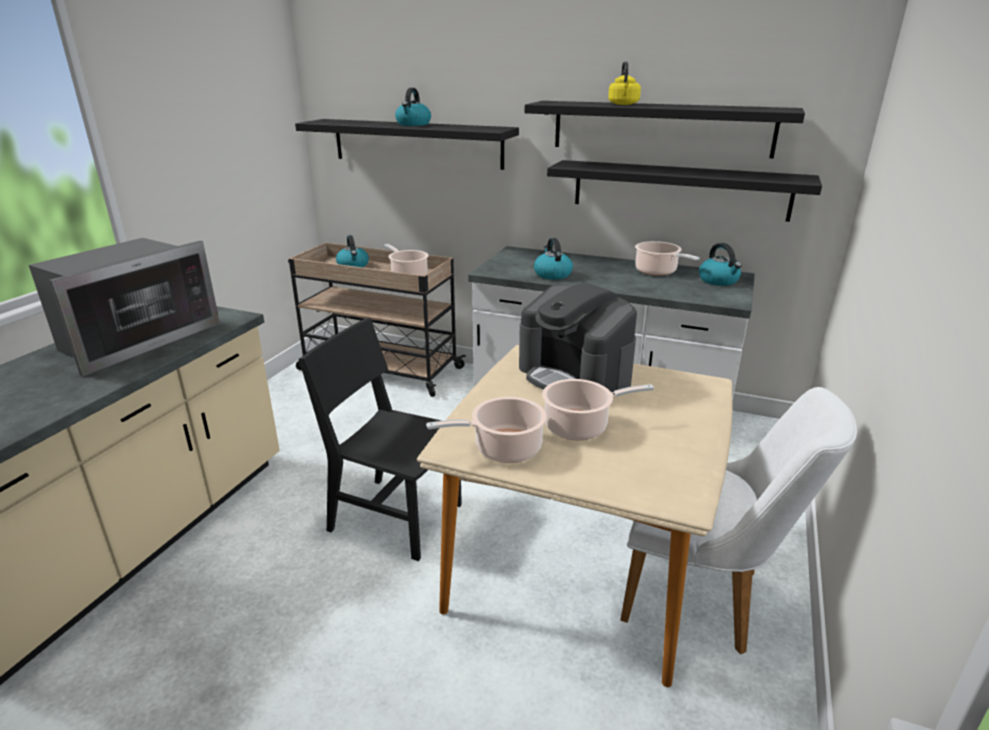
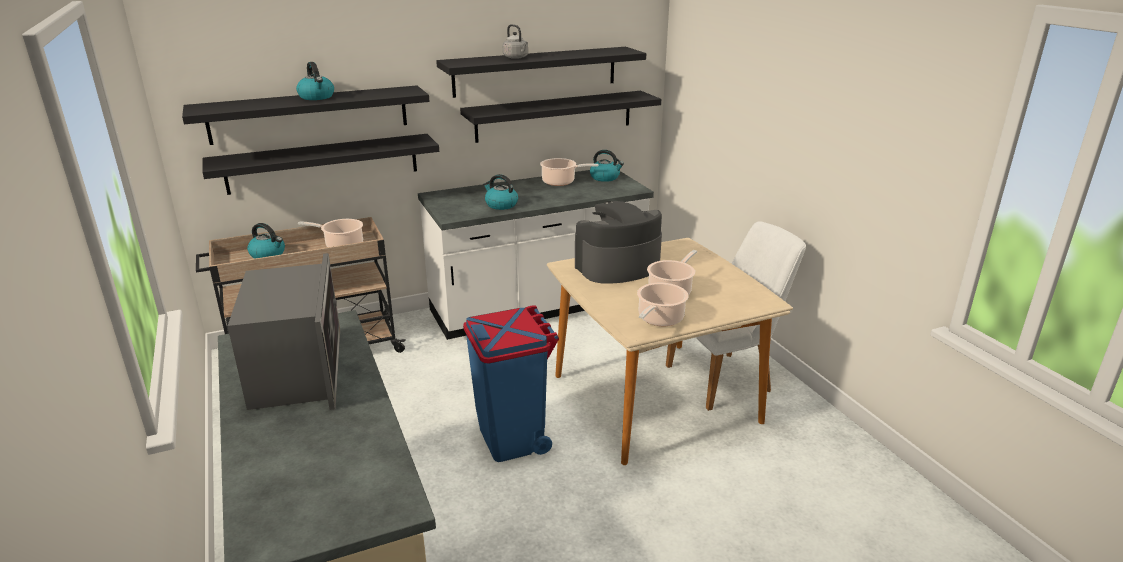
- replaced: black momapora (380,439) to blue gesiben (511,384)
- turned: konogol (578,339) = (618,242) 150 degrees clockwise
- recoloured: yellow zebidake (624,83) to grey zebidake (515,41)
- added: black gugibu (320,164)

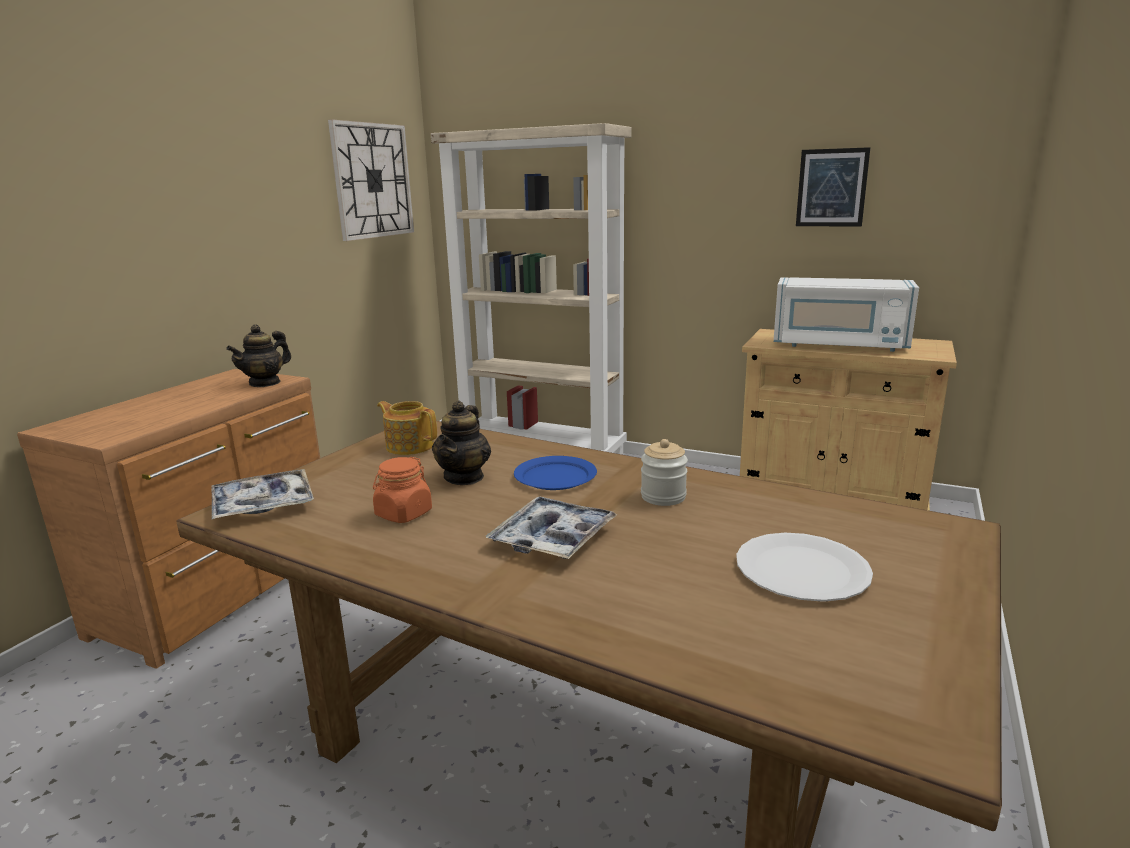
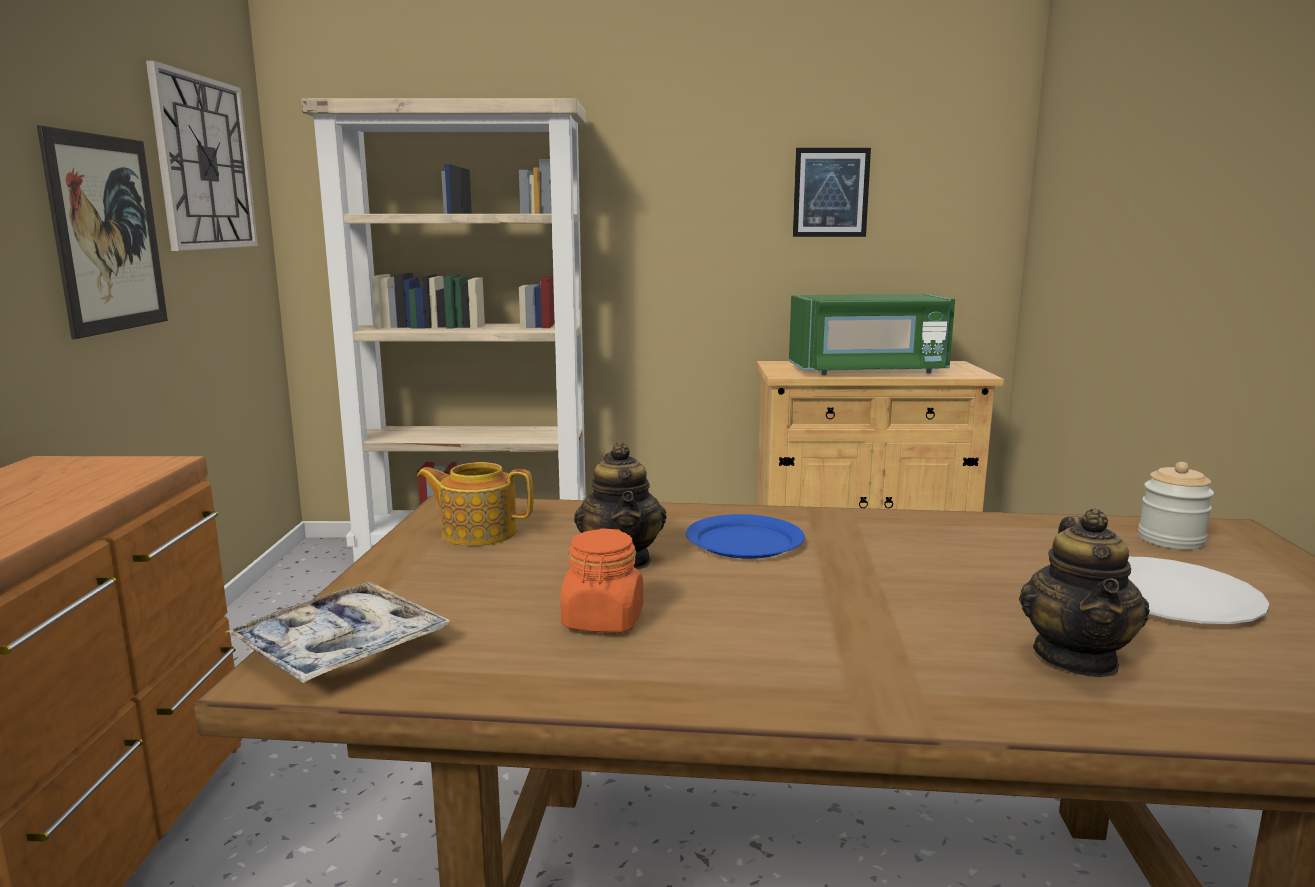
- moved: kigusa (258,355) to (1084,592)
- removed: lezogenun (552,528)
- moved: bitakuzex (664,472) to (1176,506)
- recoloured: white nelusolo (846,314) to green nelusolo (872,334)
- added: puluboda (102,232)

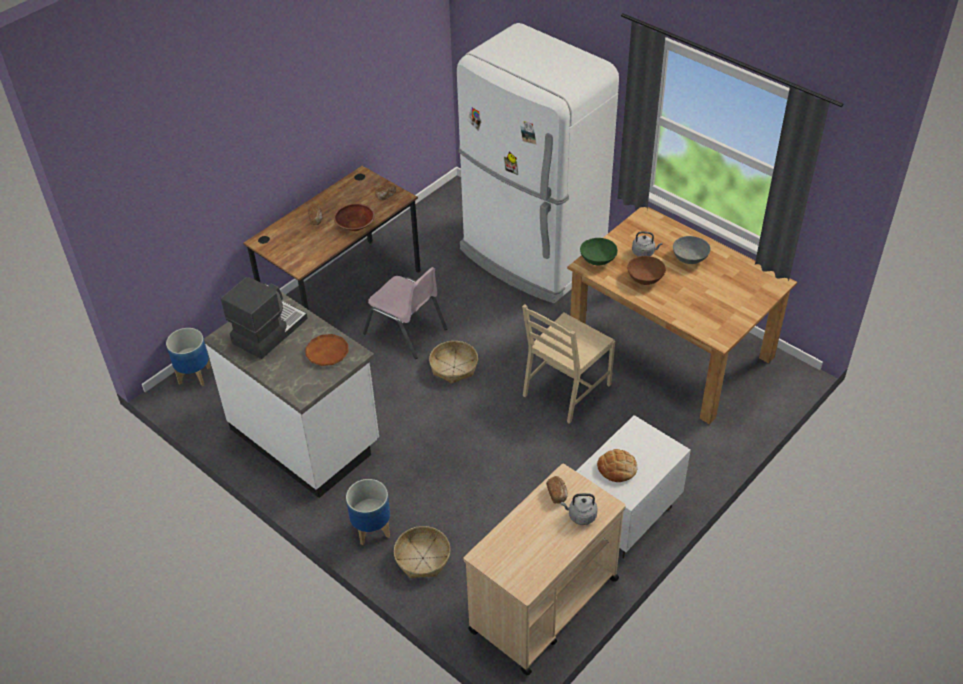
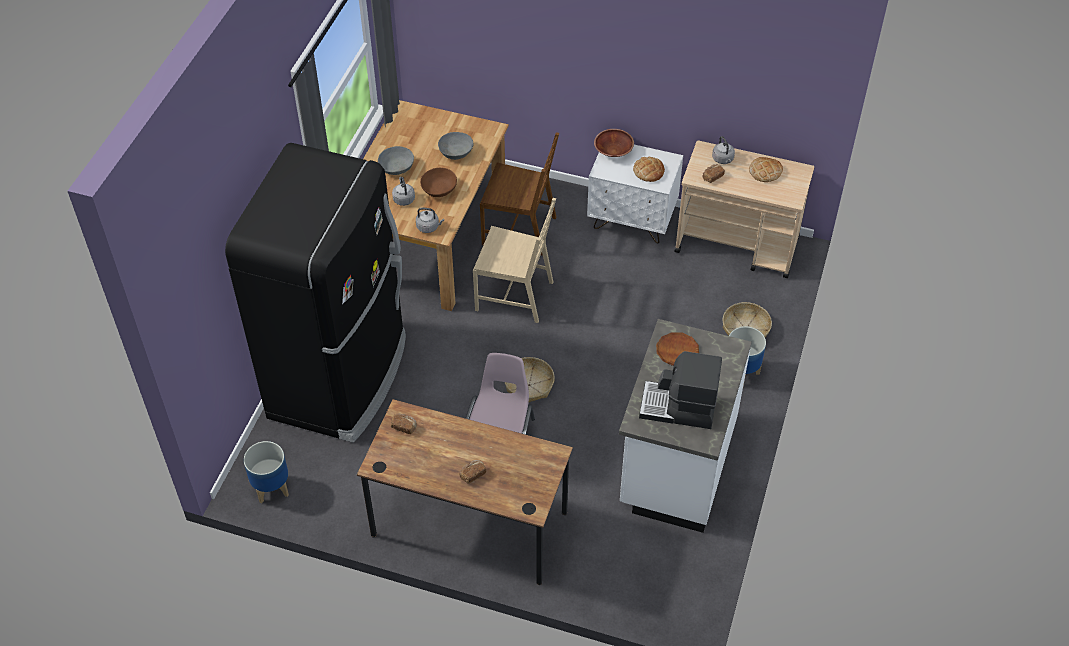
- moved: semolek (188,357) to (266,472)
- moved: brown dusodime (354,217) to (614,143)
- recoloured: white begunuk (538,163) to black begunuk (315,293)
- replaced: green dusodime (599,252) to grey zebidake (430,220)
- added: grey dusodime (455,146)
- added: brown momapora (519,194)
- added: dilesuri (766,169)

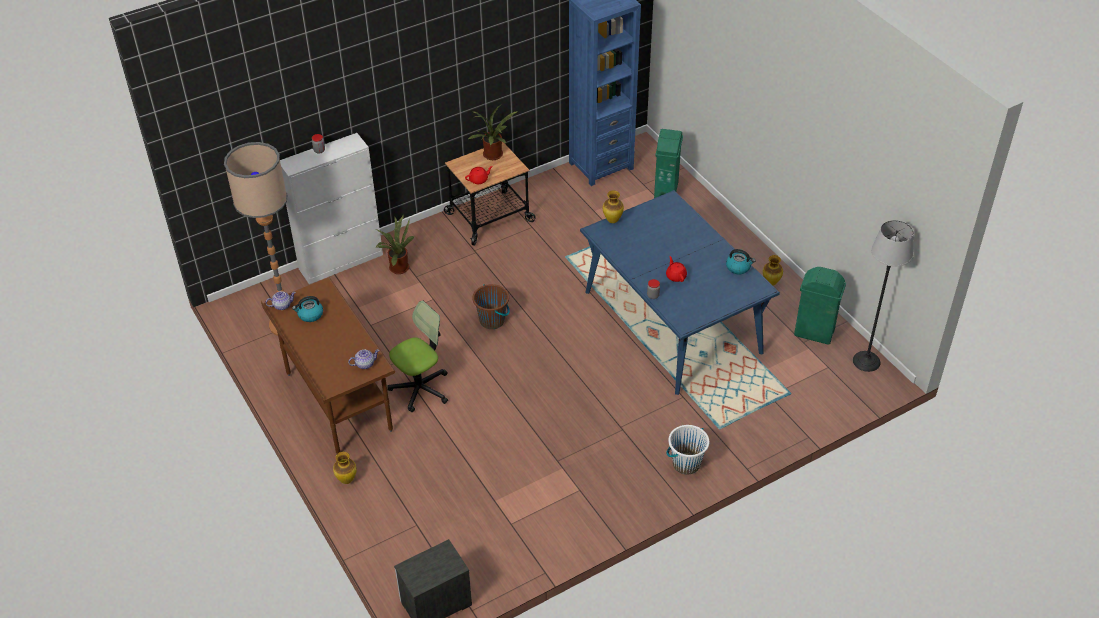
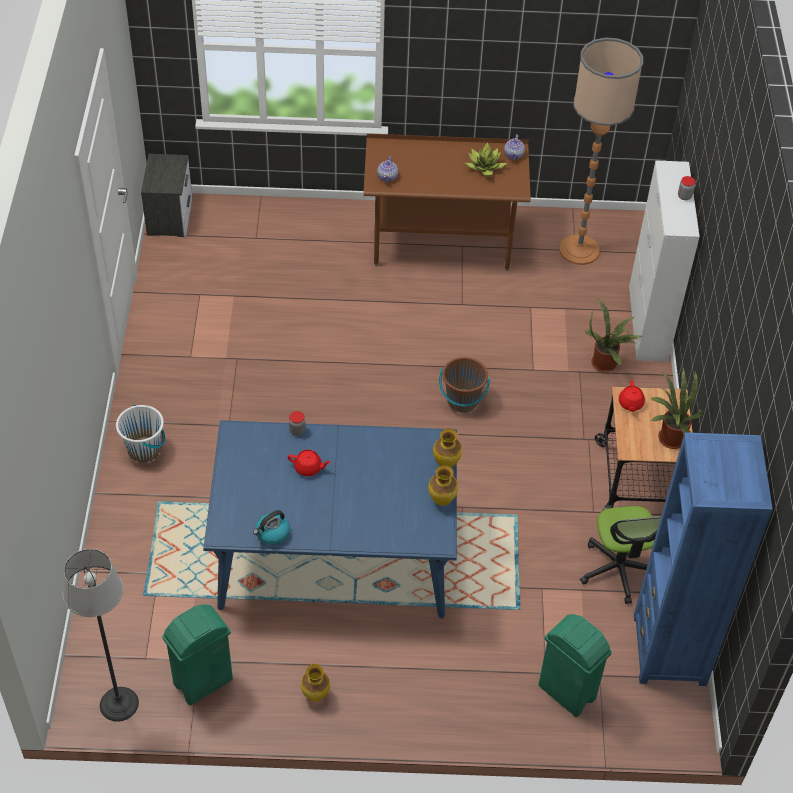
- replaced: zebidake (307,309) to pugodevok (486,159)
- moved: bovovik (345,468) to (443,485)
- moved: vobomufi (417,356) to (620,555)

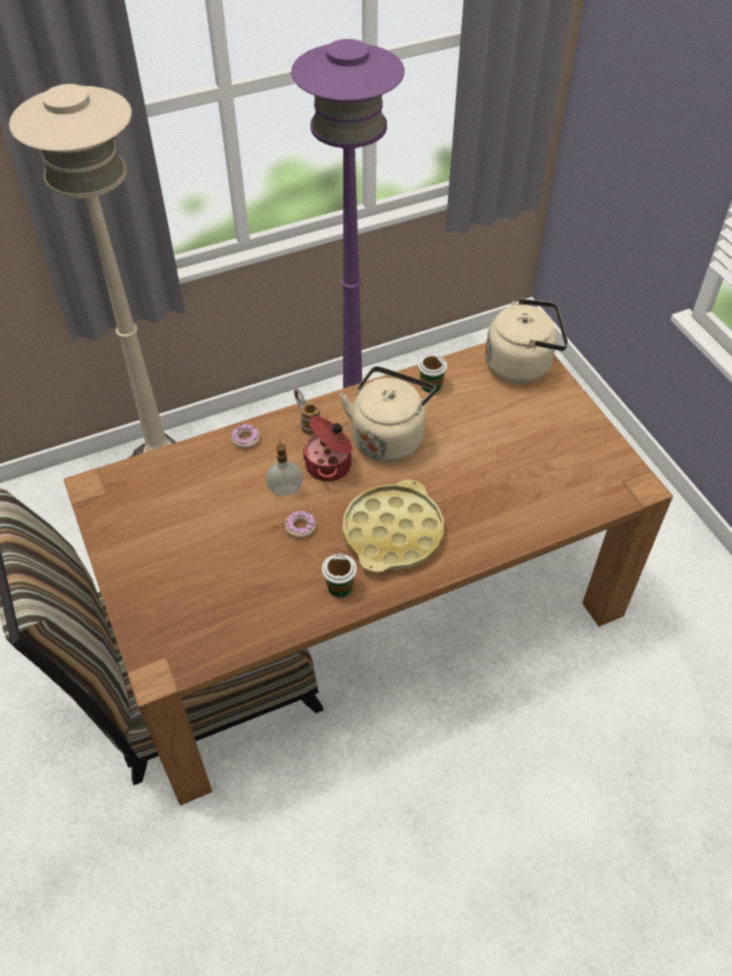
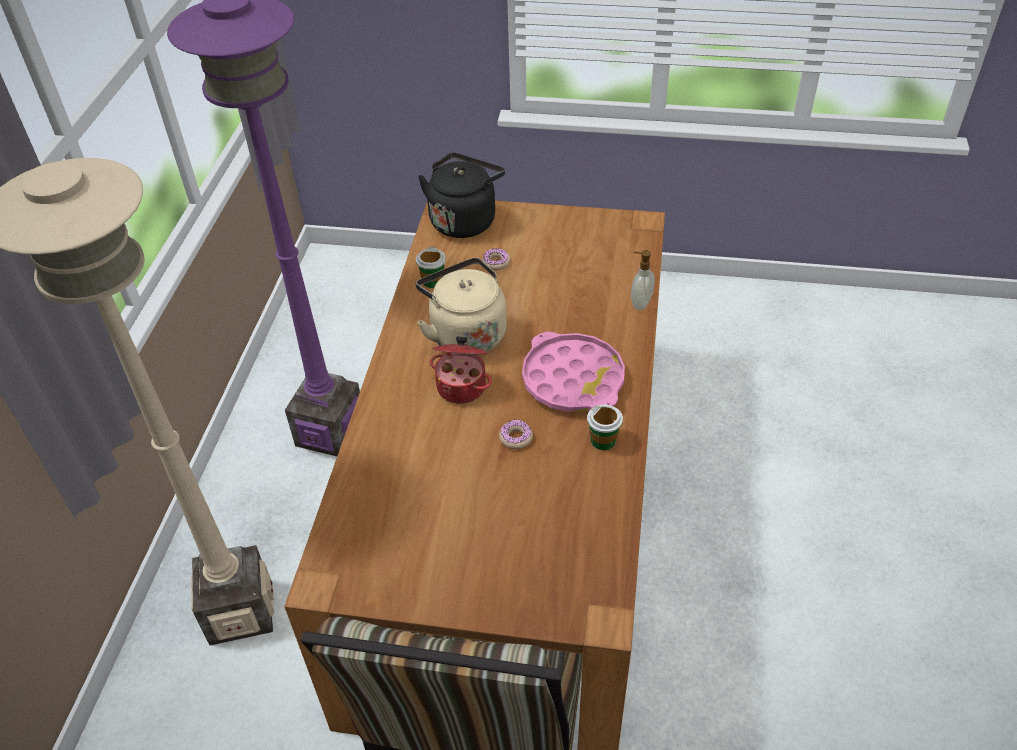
- moved: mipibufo (245,436) to (496,259)
- moved: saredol (284,467) to (643,280)
- removed: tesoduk (307,411)
- recoloured: yellow lezogenun (393,526) to pink lezogenun (573,372)
- recoloured: beige zebidake (526,341) to black zebidake (461,195)

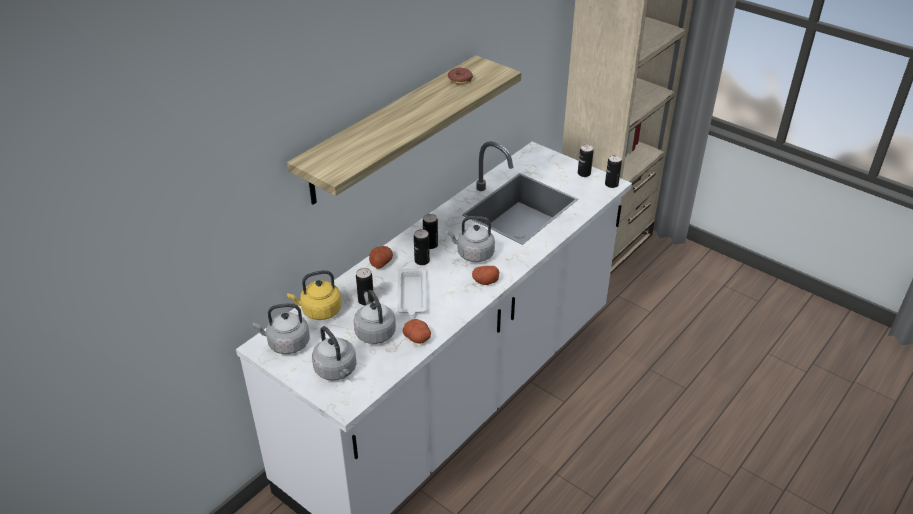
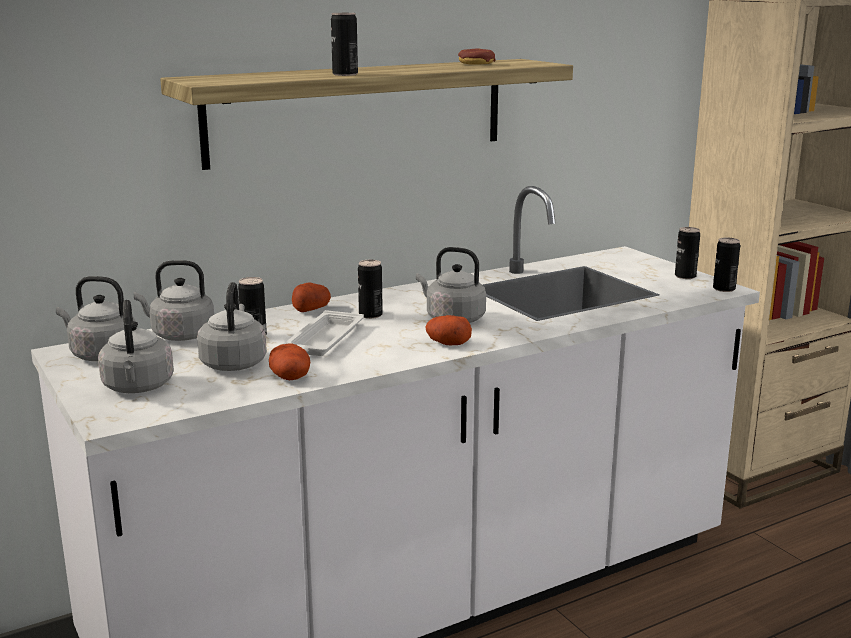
- recoloured: yellow zebidake (314,295) to grey zebidake (174,300)
- moved: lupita (430,231) to (344,44)

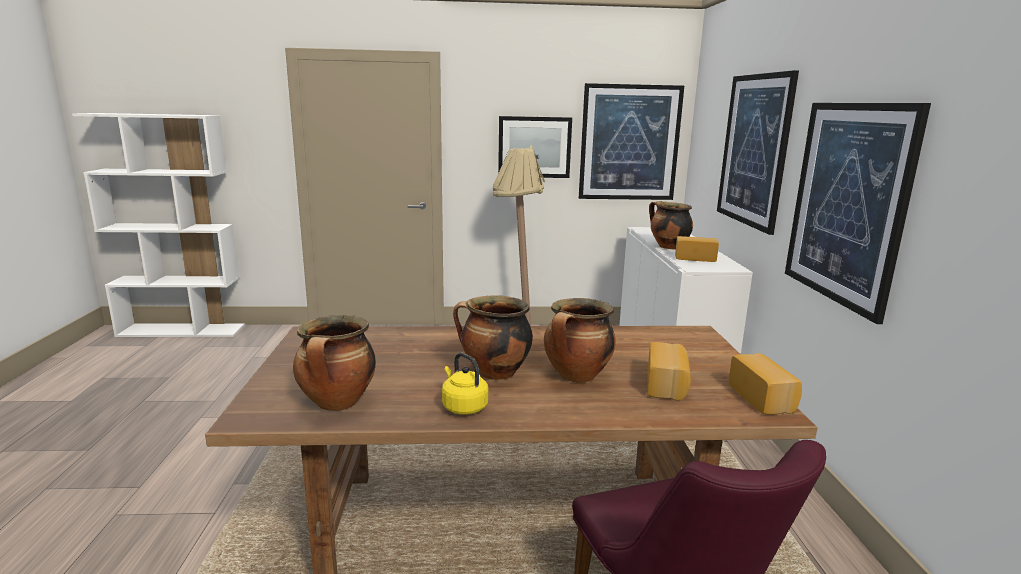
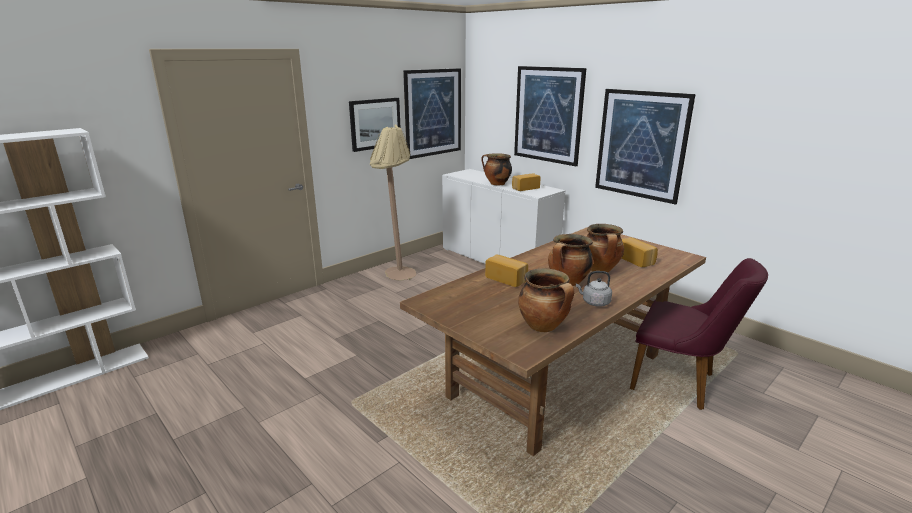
- recoloured: yellow zebidake (465,384) to grey zebidake (594,289)
- moved: dilesuri (765,384) to (506,271)

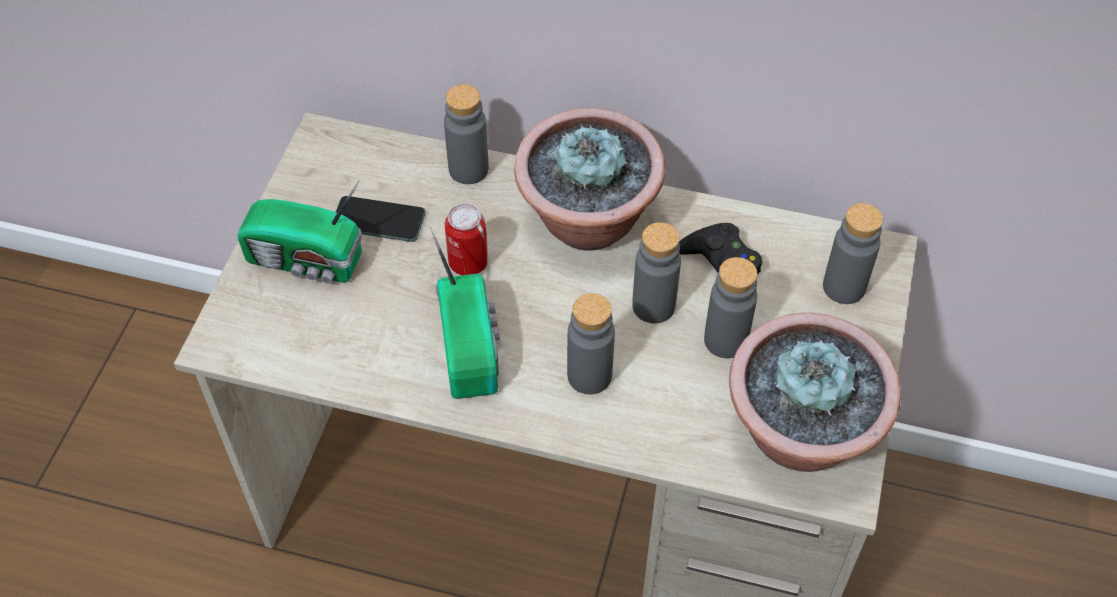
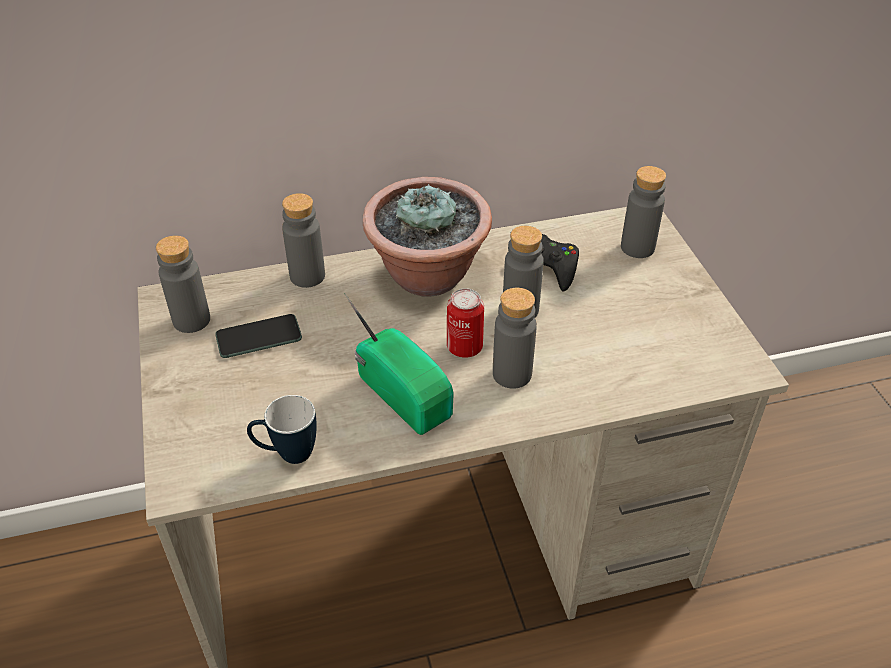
- removed: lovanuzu (300,232)
- moved: lupita (466,239) to (465,323)
- moved: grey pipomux (730,307) to (183,284)
- removed: pugodevok (815,392)
- added: tesoduk (282,429)

